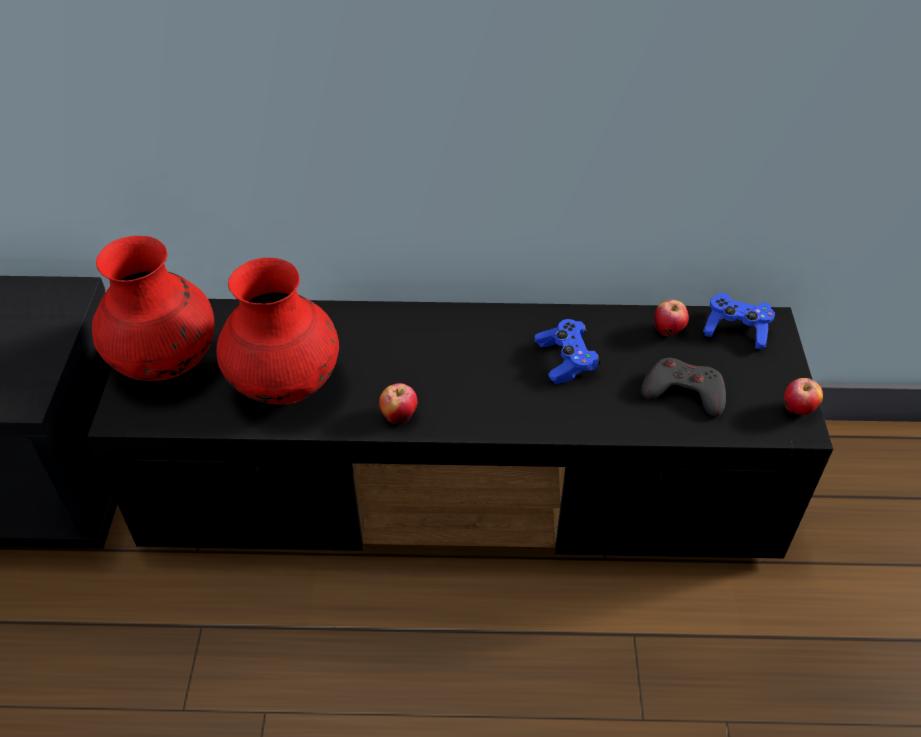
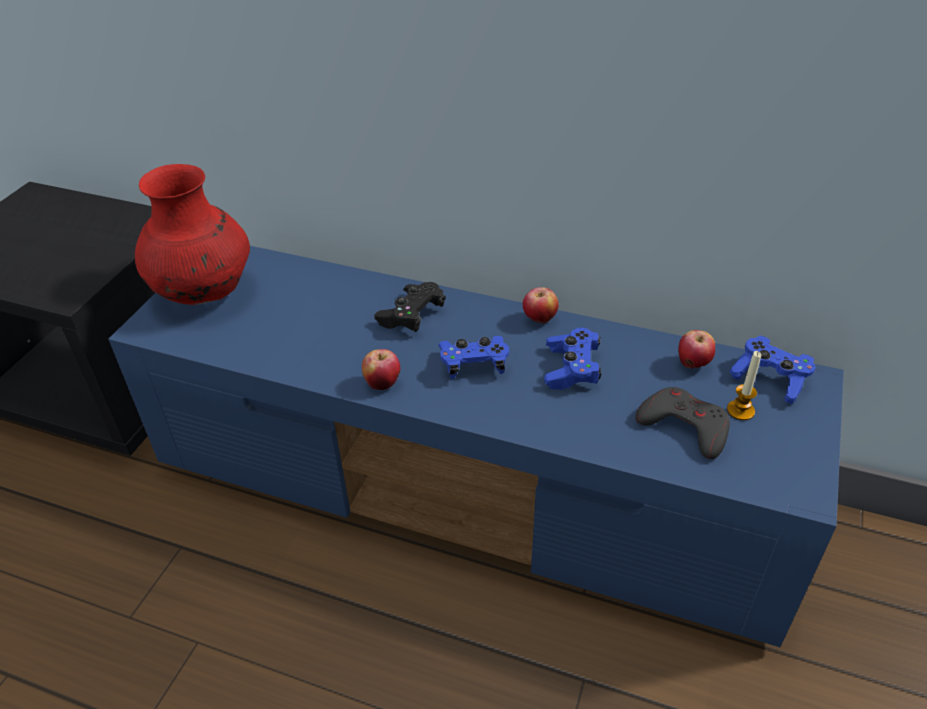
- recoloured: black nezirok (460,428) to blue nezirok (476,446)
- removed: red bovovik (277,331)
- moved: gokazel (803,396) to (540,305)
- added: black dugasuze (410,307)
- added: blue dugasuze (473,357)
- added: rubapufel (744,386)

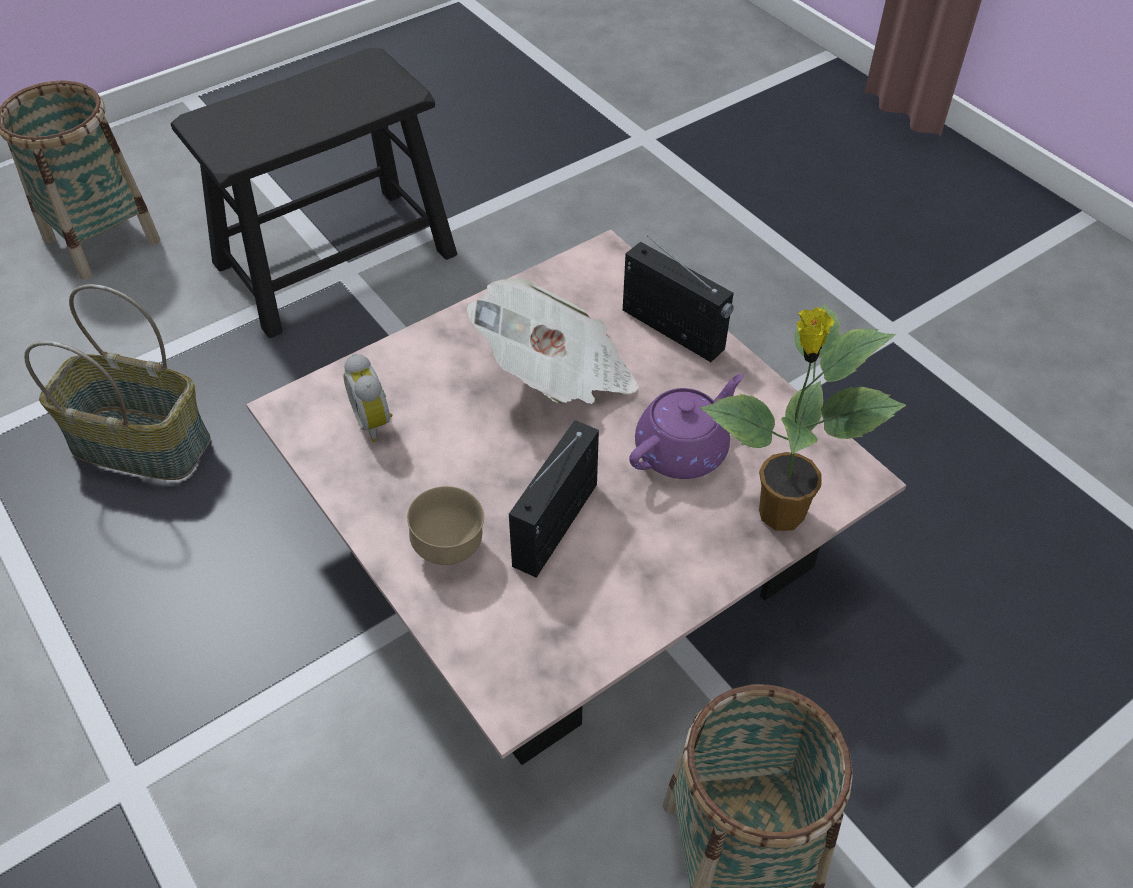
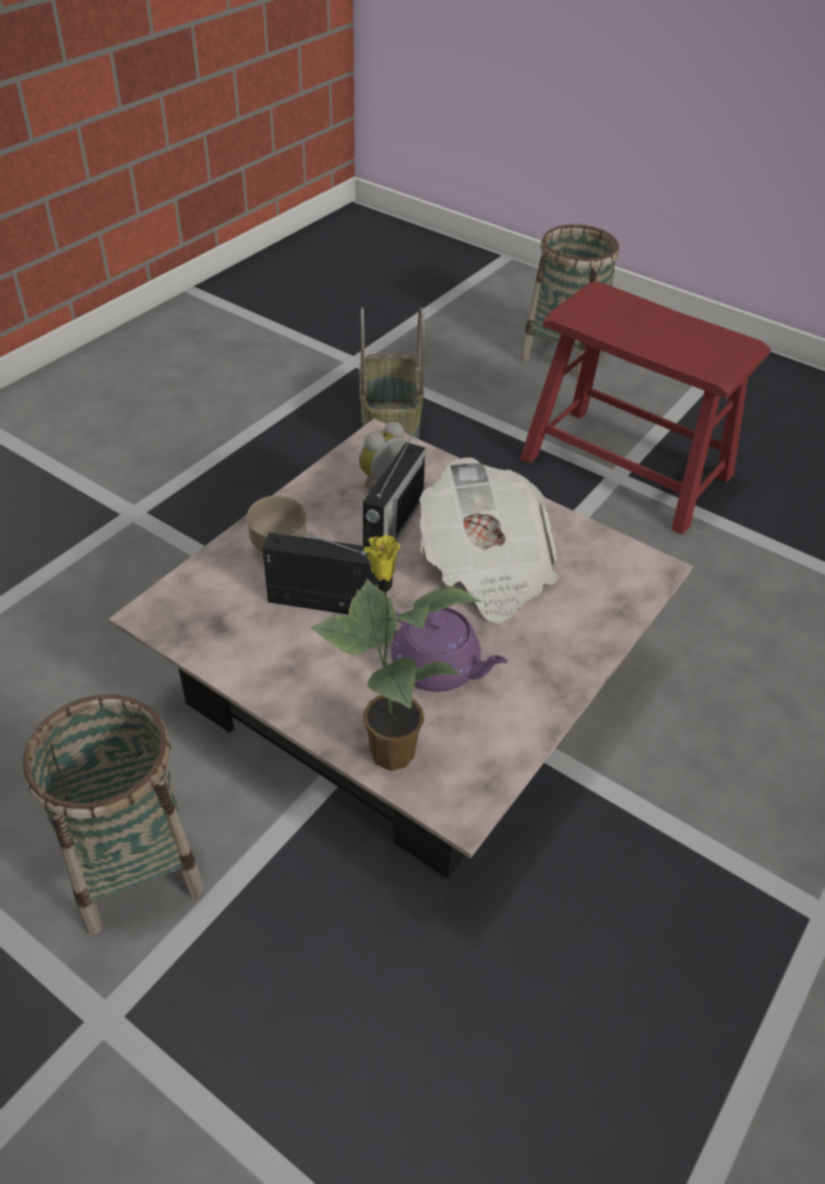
- recoloured: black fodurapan (314,193) to red fodurapan (645,408)
- moved: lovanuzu (678,299) to (394,491)

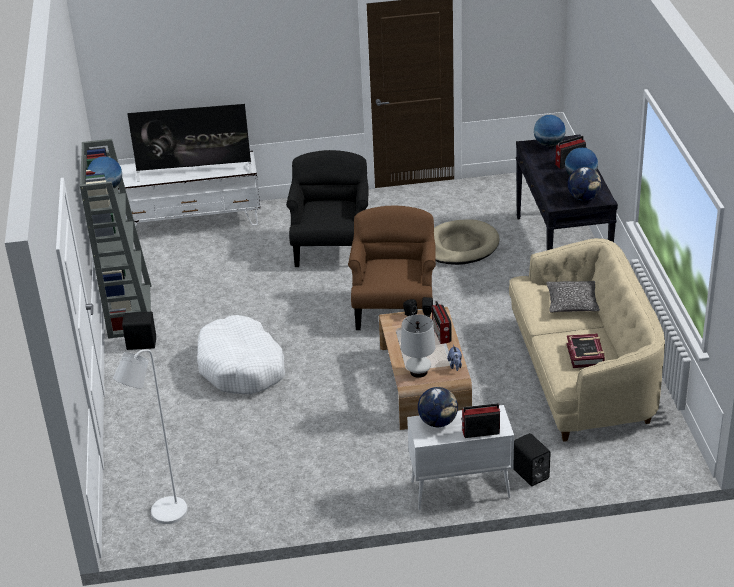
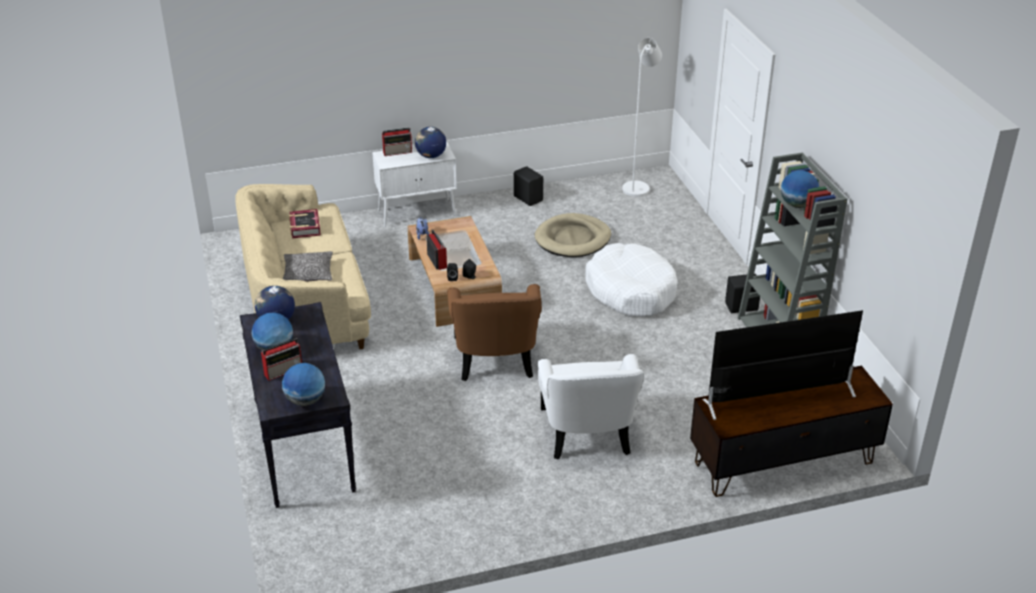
- recoloured: white nezirok (189,188) to brown nezirok (791,431)
- recoloured: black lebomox (327,208) to white lebomox (590,407)
- removed: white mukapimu (418,346)
- moved: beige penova (467,242) to (573,235)
- moved: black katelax (532,459) to (528,186)

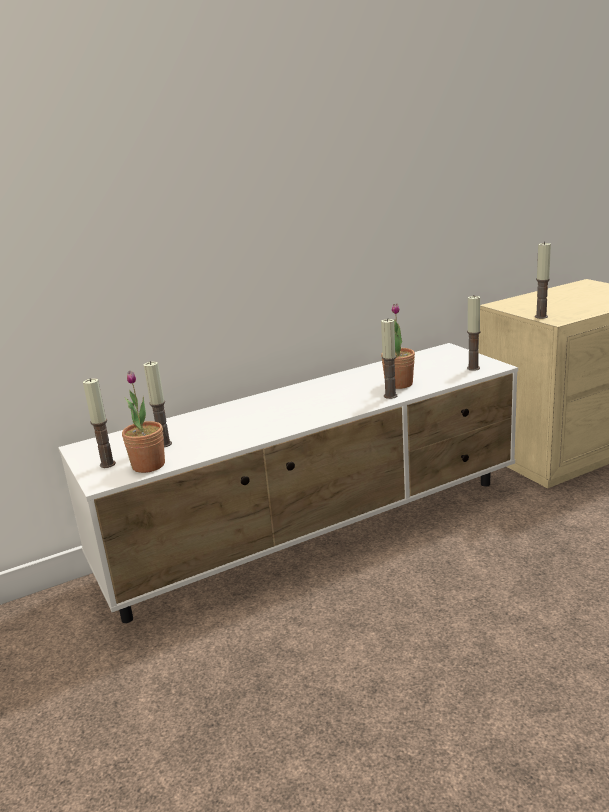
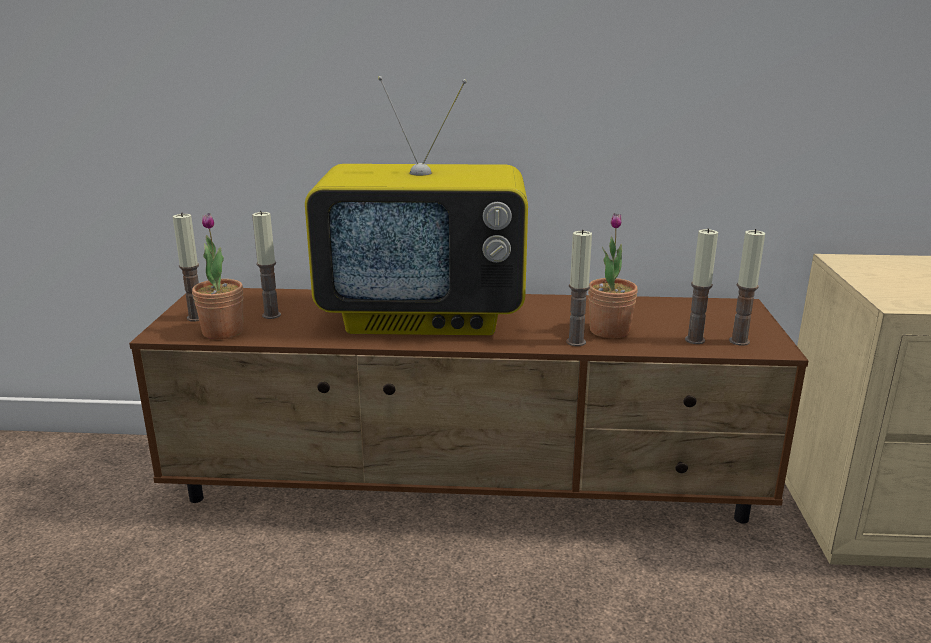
- recoloured: white nezirok (288,483) to brown nezirok (469,405)
- moved: rubapufel (543,280) to (701,286)
- added: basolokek (416,205)

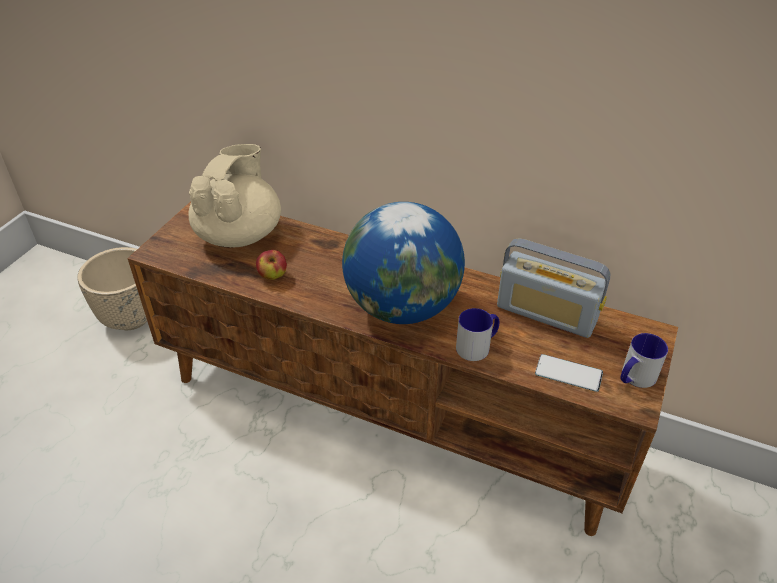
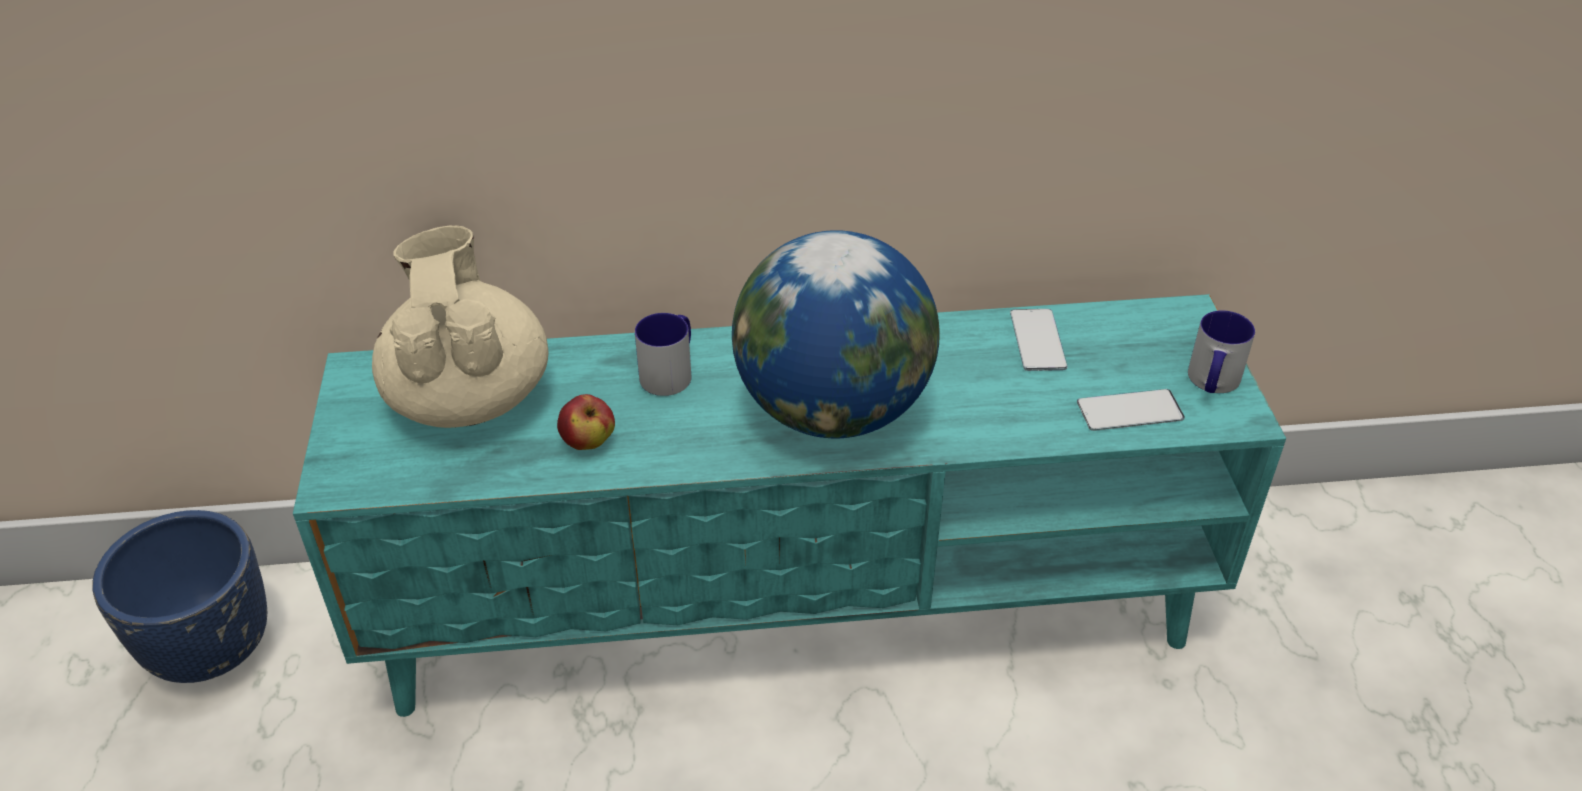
- recoloured: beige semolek (112,288) to blue semolek (179,596)
- recoloured: brown nezirok (402,368) to turquoise nezirok (789,505)
- moved: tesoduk (477,334) to (663,354)
- replaced: lovanuzu (554,288) to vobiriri (1039,340)

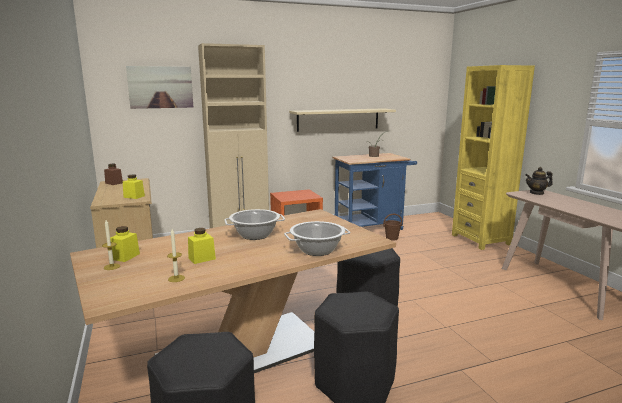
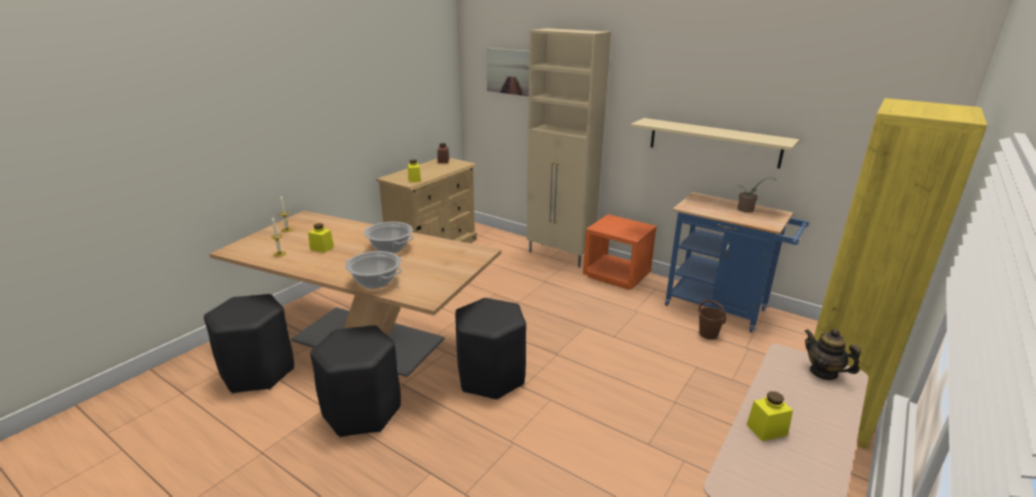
- moved: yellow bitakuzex (125,244) to (769,416)

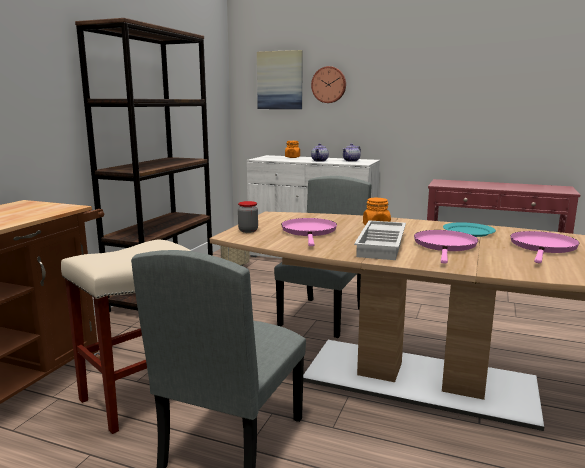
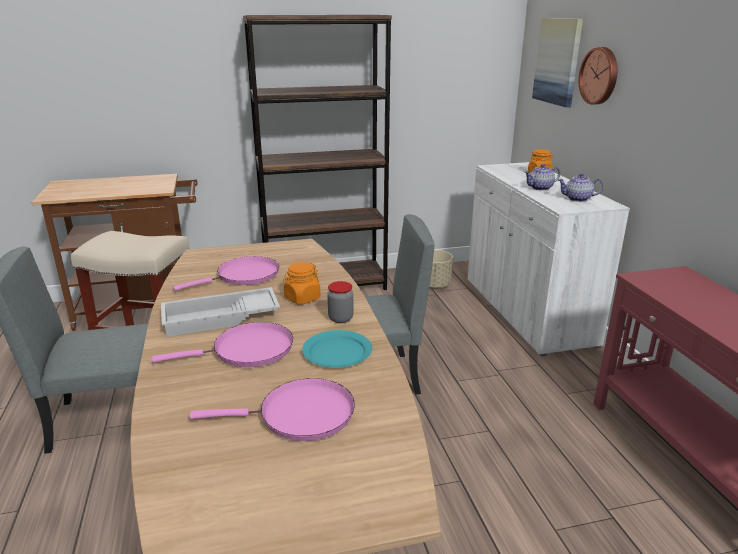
- moved: bitakuzex (248,217) to (340,302)

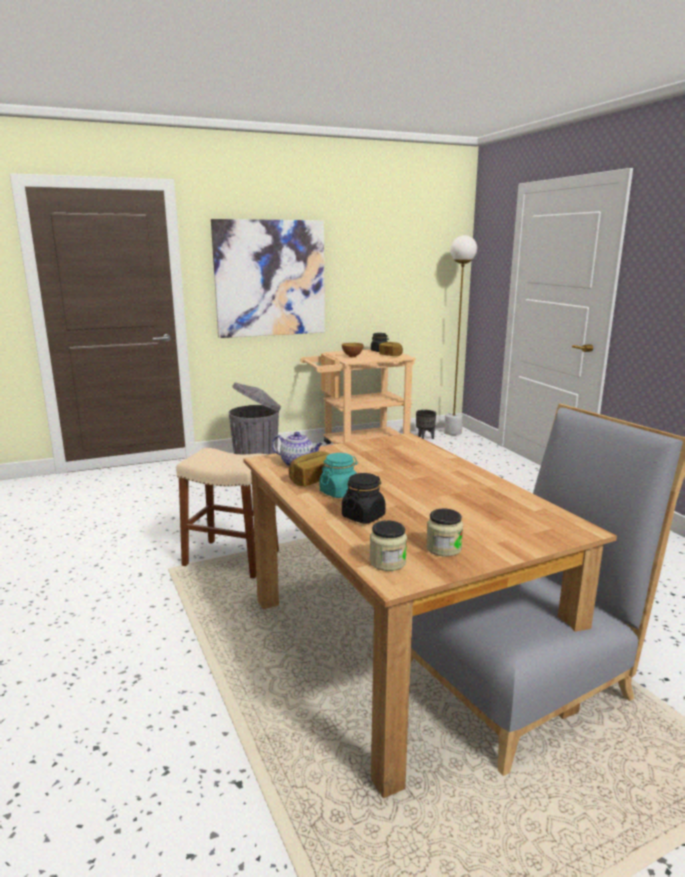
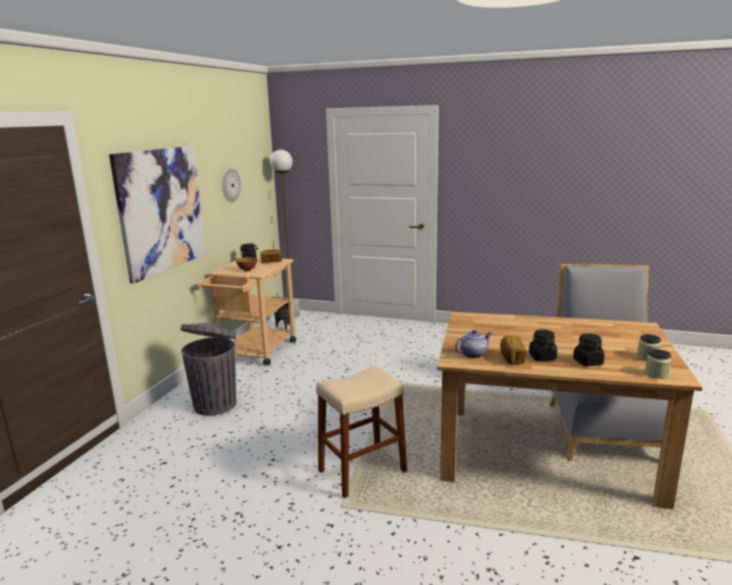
- recoloured: turquoise bitakuzex (339,475) to black bitakuzex (543,345)
- added: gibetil (231,185)

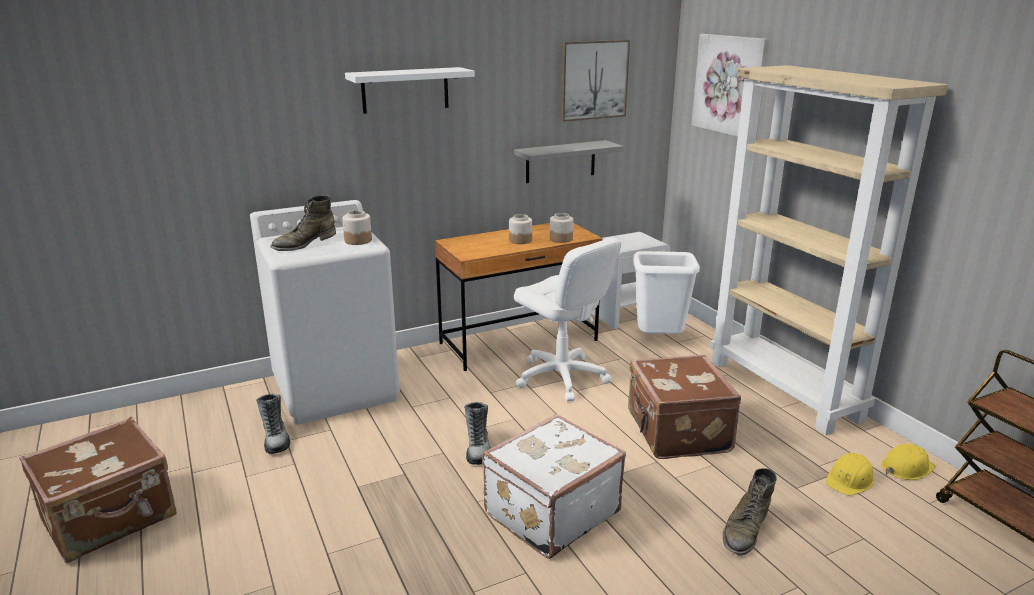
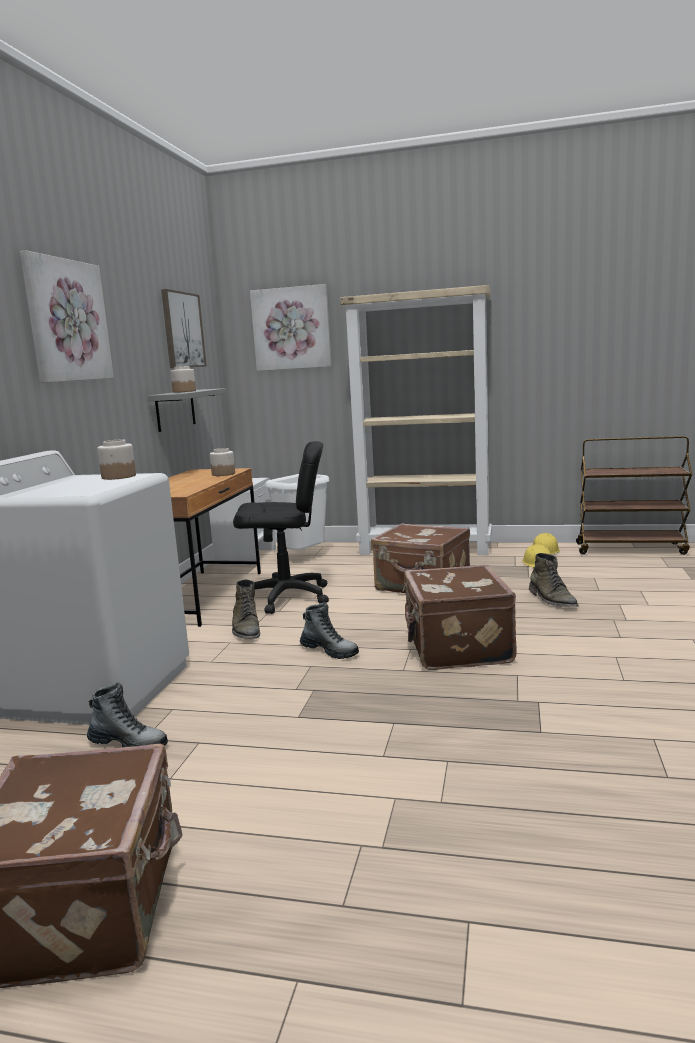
- moved: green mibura (303,223) to (246,609)
- replaced: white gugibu (410,90) to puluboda (67,316)
- recoloured: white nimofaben (554,486) to brown nimofaben (459,617)
- moved: bitakuzex (520,229) to (183,379)
- recoloured: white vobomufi (567,319) to black vobomufi (281,527)

